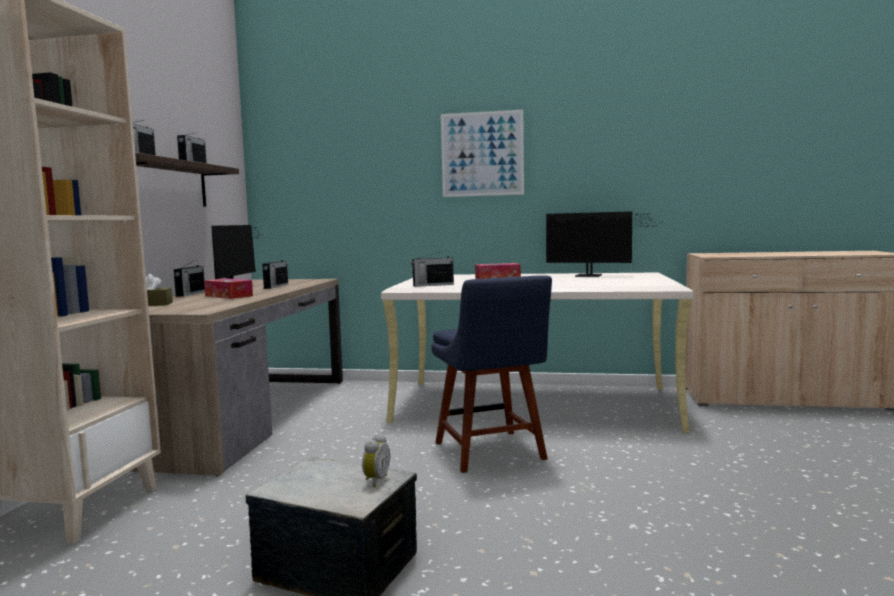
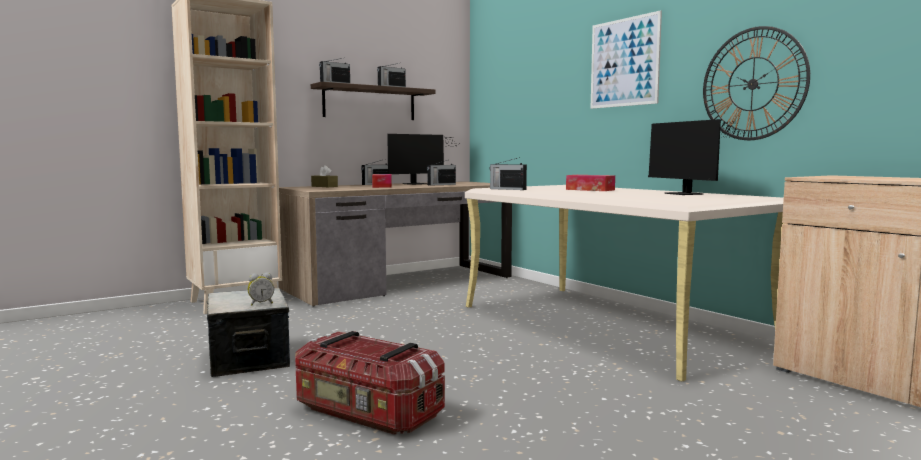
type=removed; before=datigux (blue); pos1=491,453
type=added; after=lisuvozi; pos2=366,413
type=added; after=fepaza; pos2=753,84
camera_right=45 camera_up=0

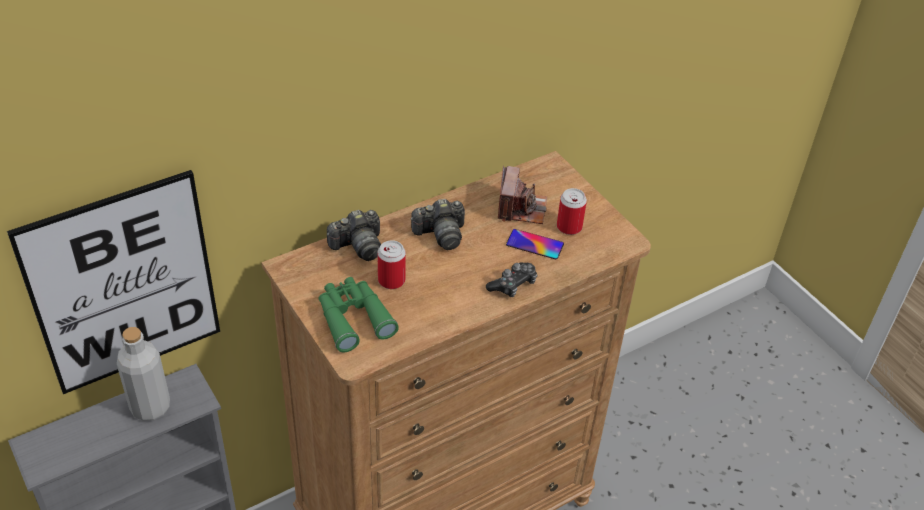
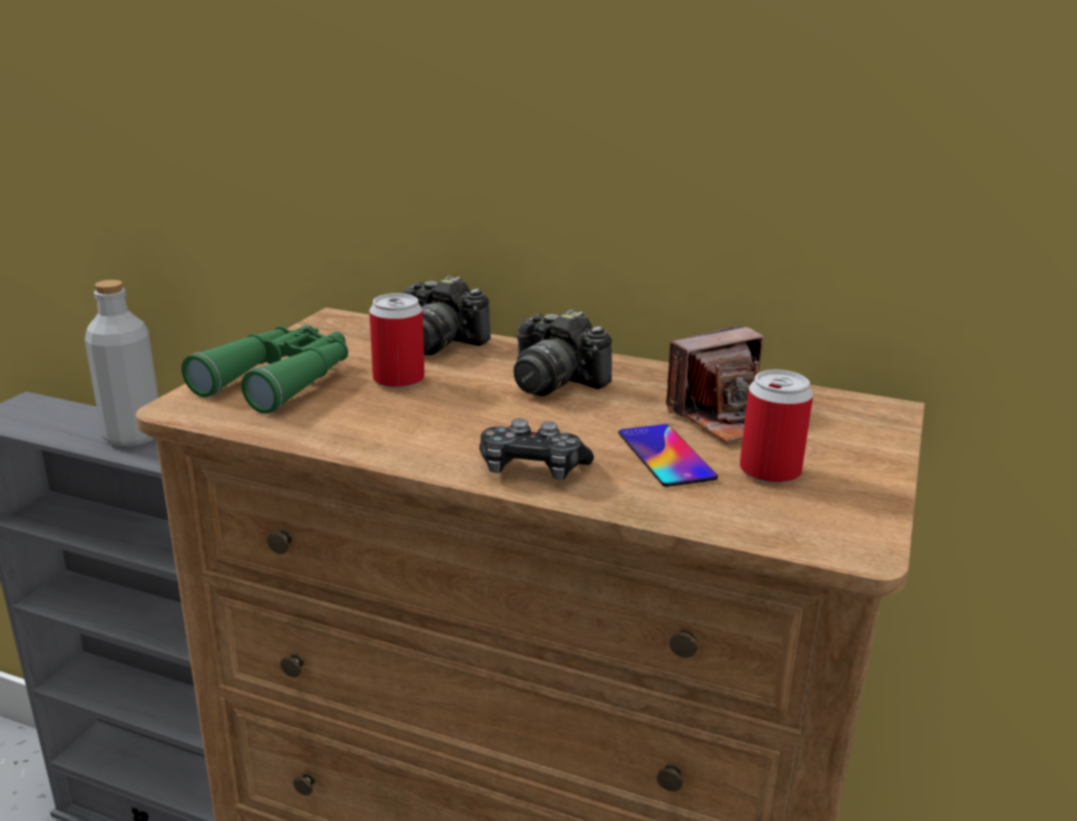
type=removed; before=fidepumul; pos1=123,285
camera_right=55 camera_up=-20

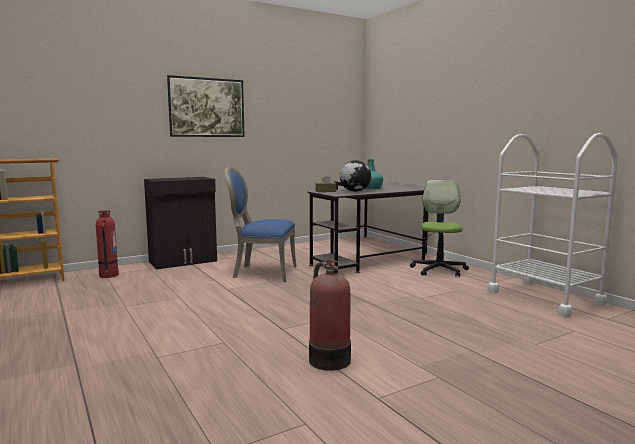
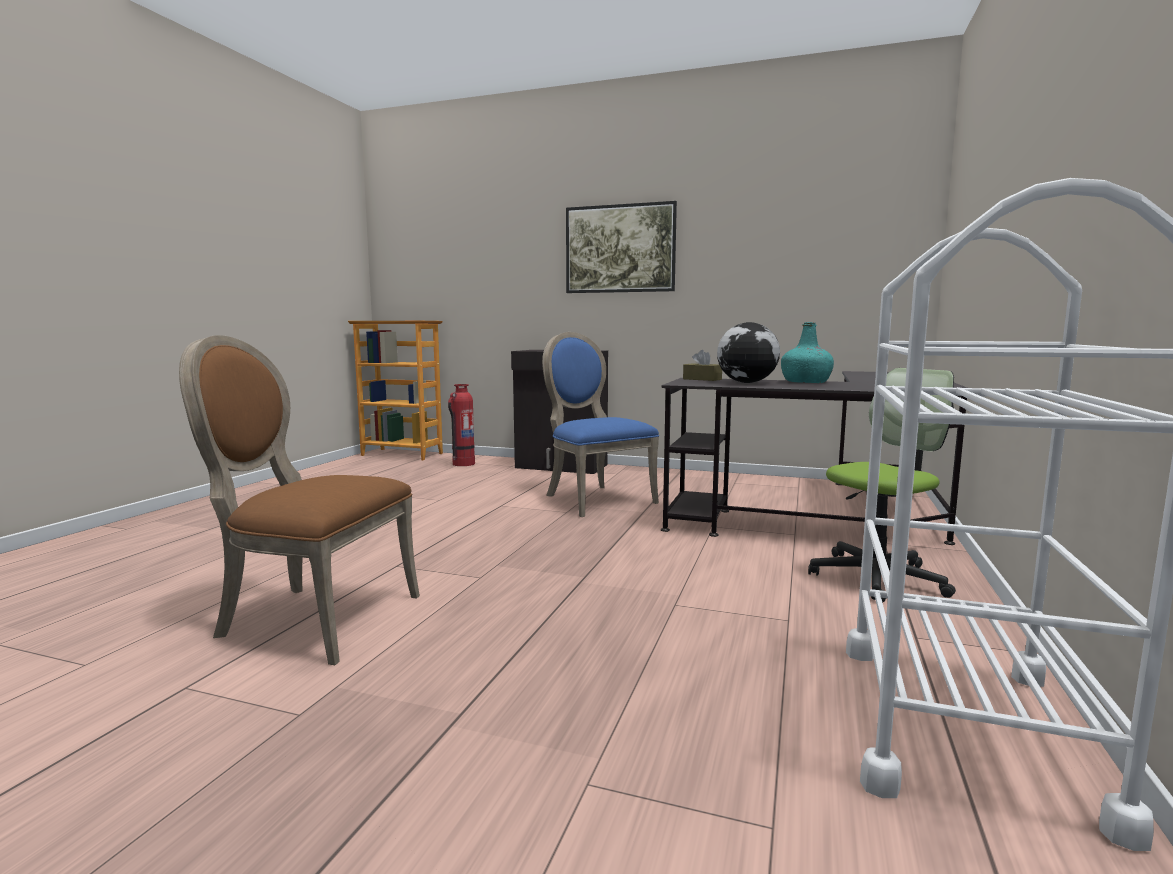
type=replaced; before=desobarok; after=datigux (brown); pos1=328,359; pos2=311,618
camera_right=50 camera_up=0

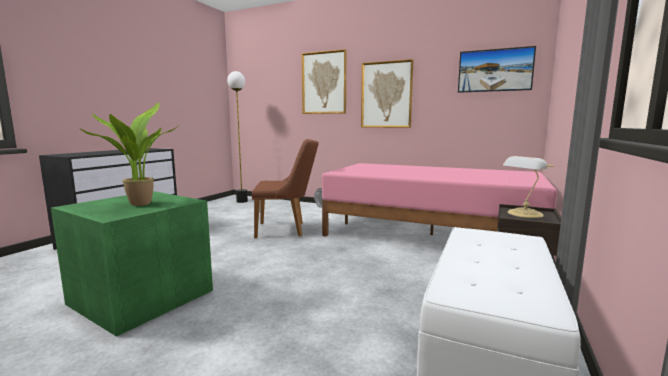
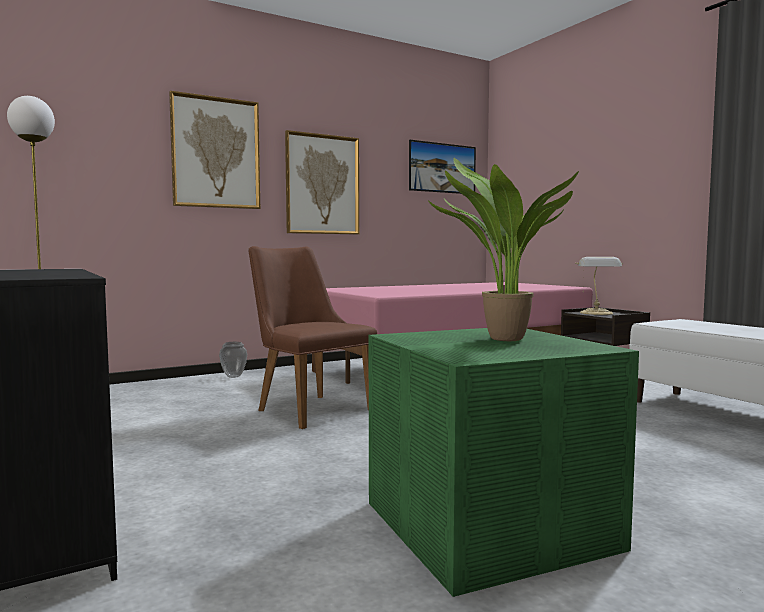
type=turned; before=datigux (brown); pos1=286,229; pos2=307,408; turn=-75
camera_right=-55 camera_up=-5

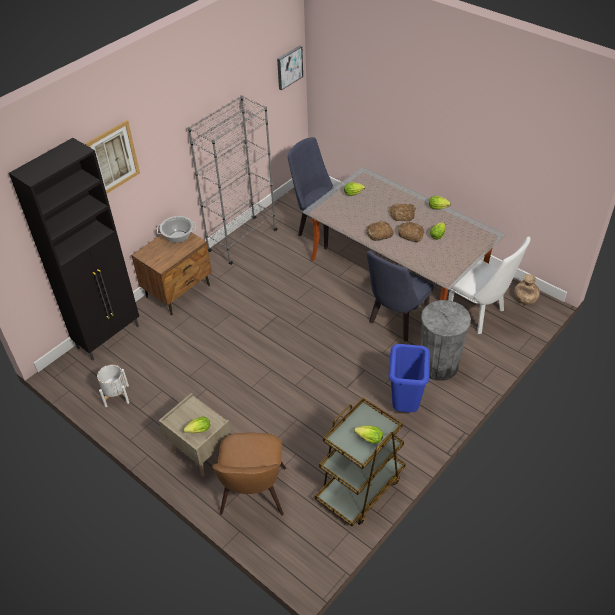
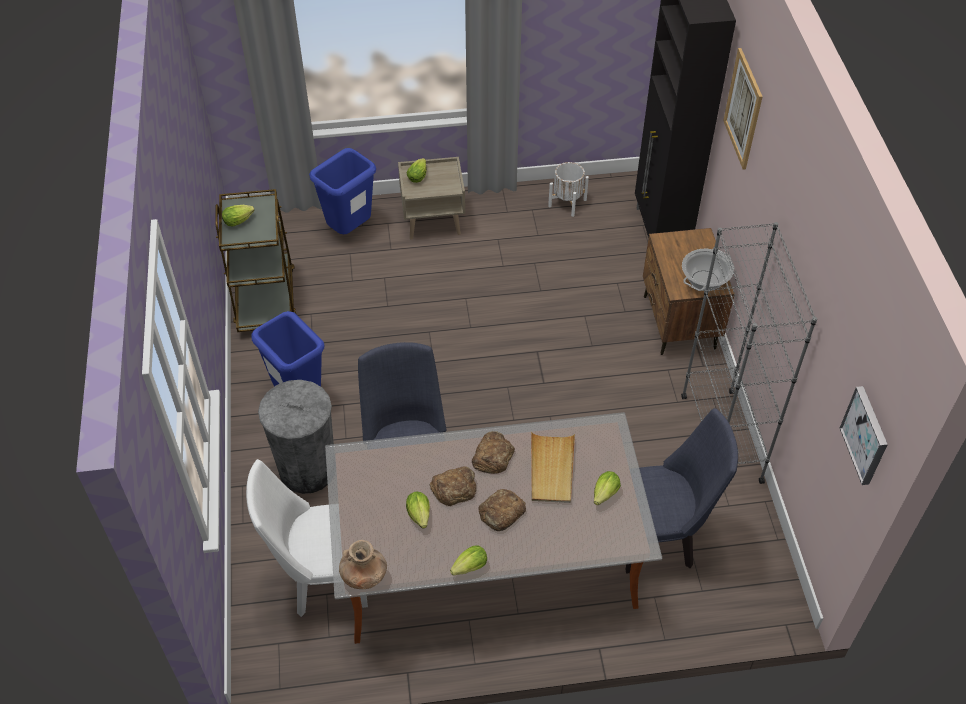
type=replaced; before=datigux (brown); after=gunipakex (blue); pos1=253,493; pos2=350,230
type=moved; before=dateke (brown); pos1=524,299; pos2=364,577
type=added; after=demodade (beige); pos2=551,469
camera_right=130 camera_up=5

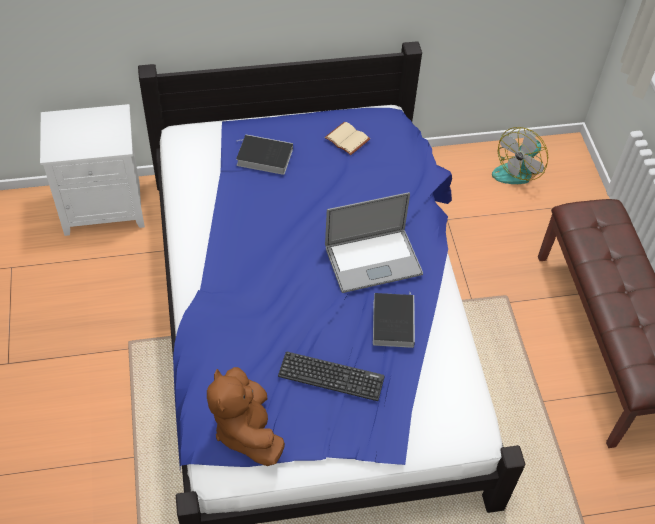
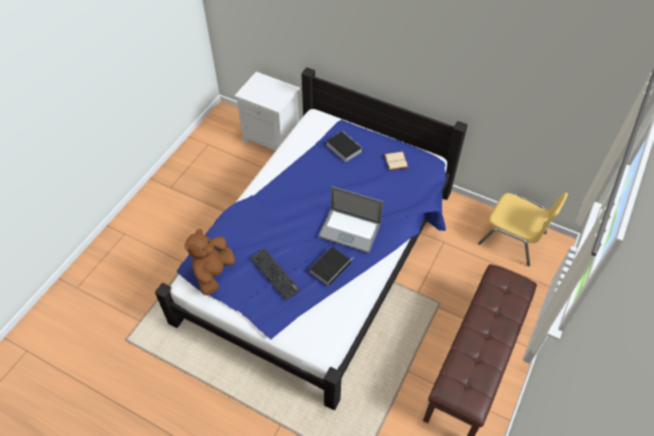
type=replaced; before=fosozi; after=datigux (yellow); pos1=518,169; pos2=513,238
camera_right=40 camera_up=0

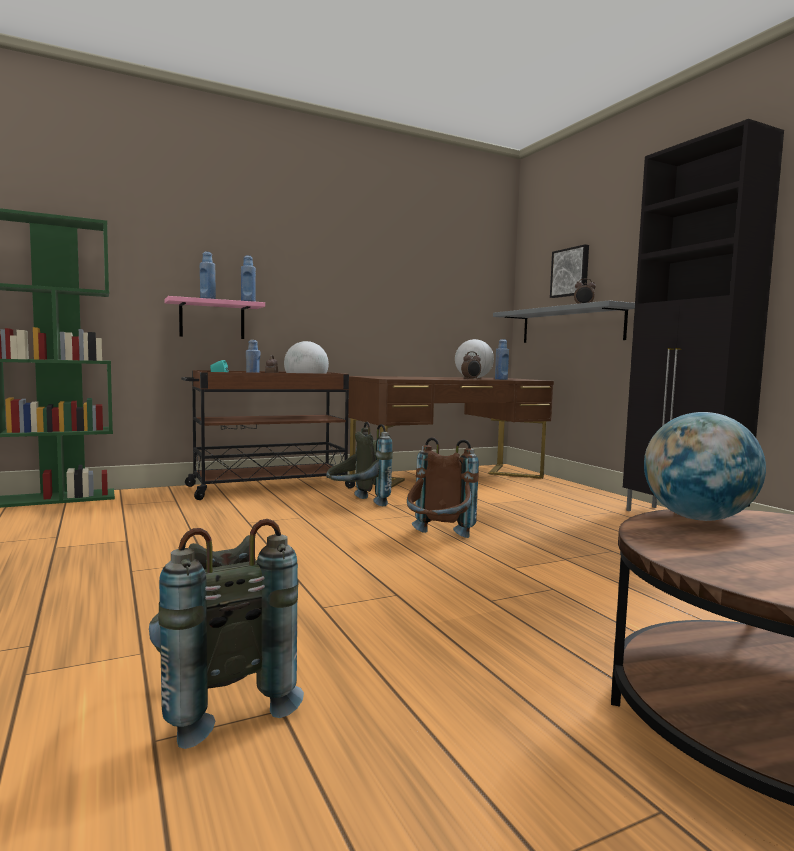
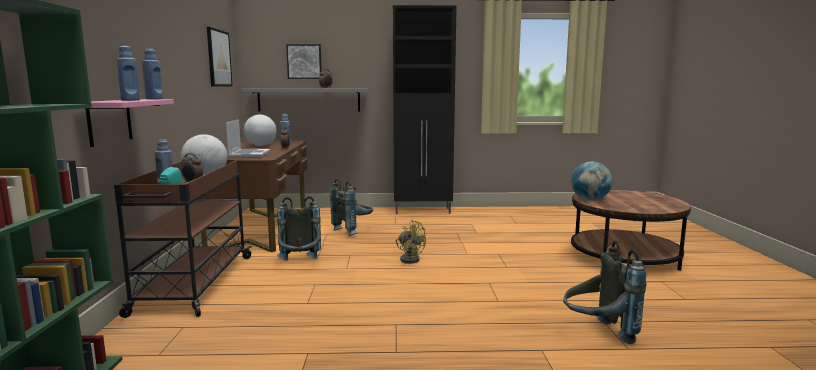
type=replaced; before=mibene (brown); after=fosozi (yellow); pos1=438,540; pos2=409,259
type=added; after=fidepumul; pos2=218,58
type=added; after=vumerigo; pos2=249,154
type=added; after=mibene (grey); pos2=353,230
camera_right=-65 camera_up=5

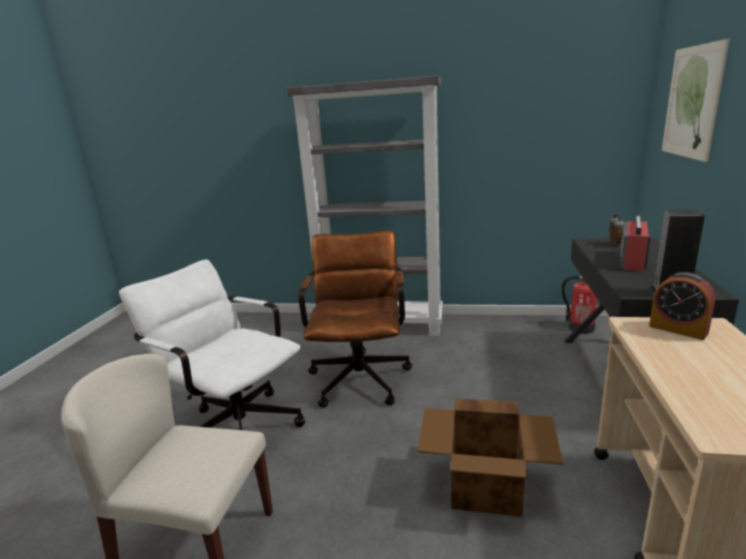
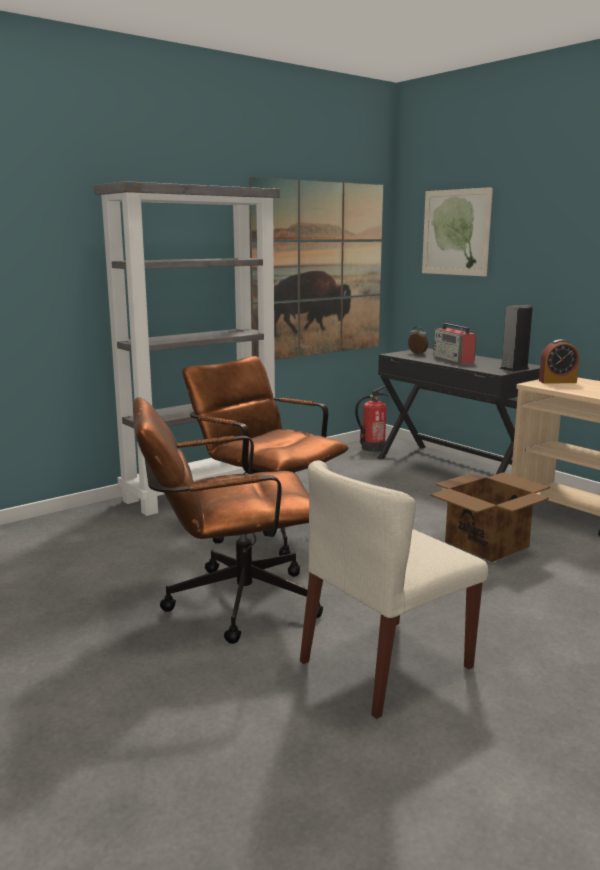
type=recoloured; before=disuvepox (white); after=disuvepox (brown); pos1=234,425; pos2=229,603
type=added; after=fidepumul; pos2=319,270
camera_right=-50 camera_up=-5

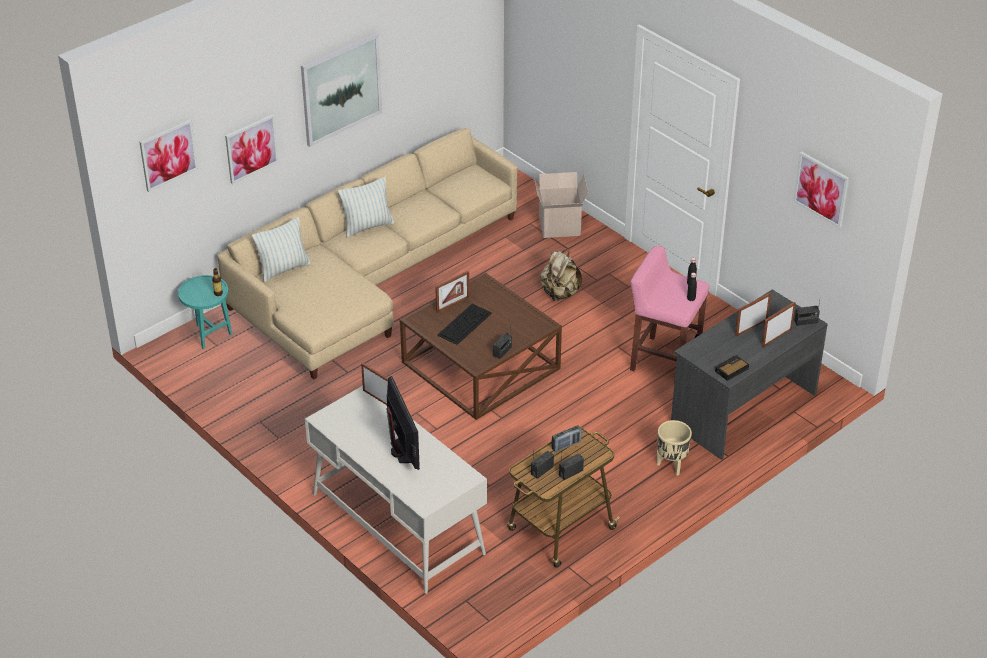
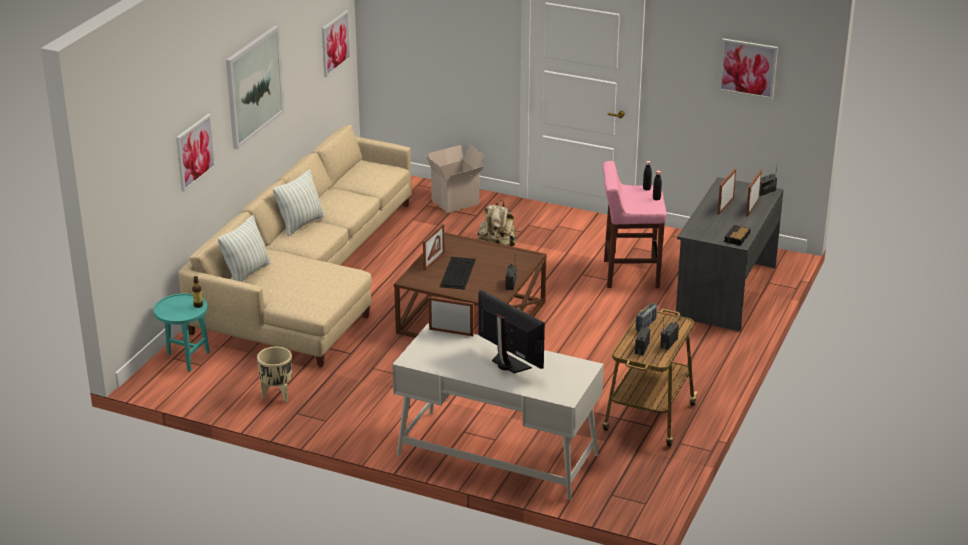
type=moved; before=fidepumul; pos1=168,155; pos2=335,43
type=moved; before=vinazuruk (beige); pos1=671,466; pos2=277,396
camera_right=-25 camera_up=-10

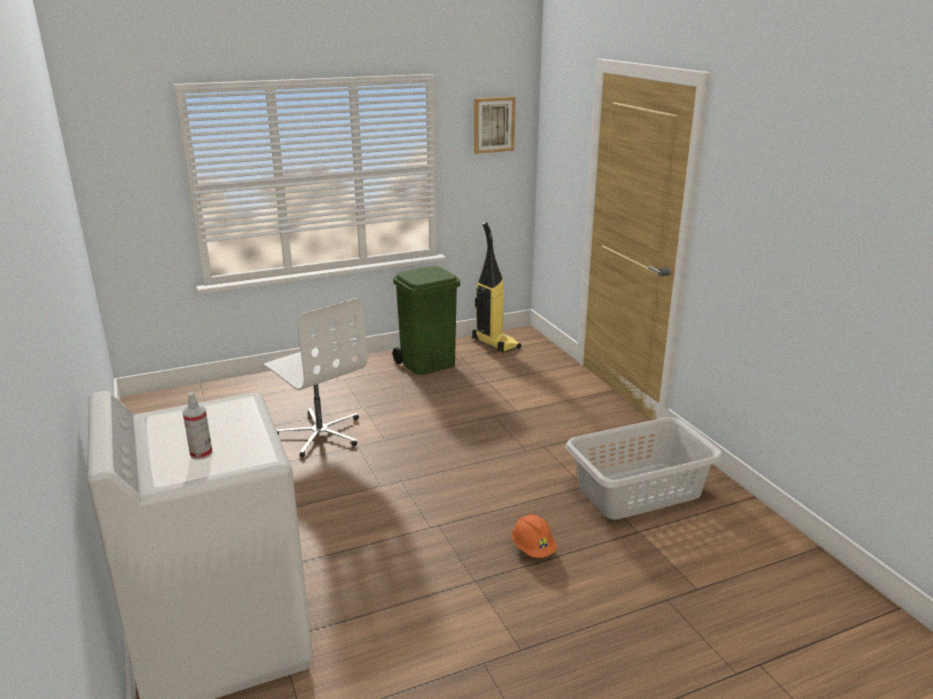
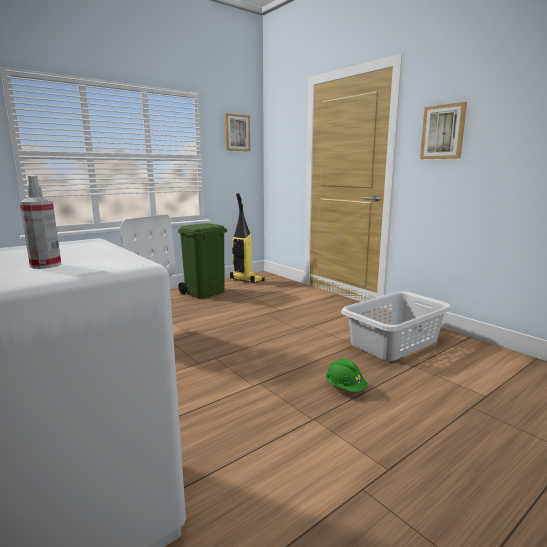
type=recoloured; before=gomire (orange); after=gomire (green); pos1=533,548; pos2=345,388
type=added; after=fidepumul; pos2=443,132
camera_right=-15 camera_up=-10

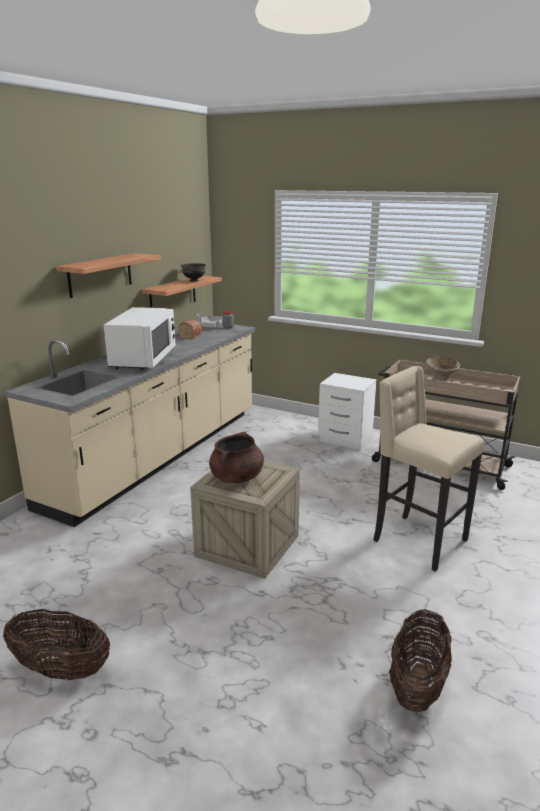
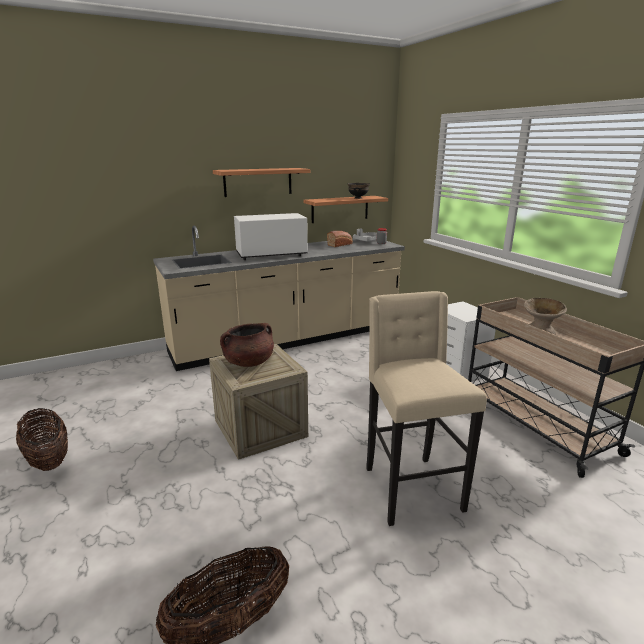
type=turned; before=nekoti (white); pos1=143,359; pos2=271,255; turn=-150
camera_right=35 camera_up=0

